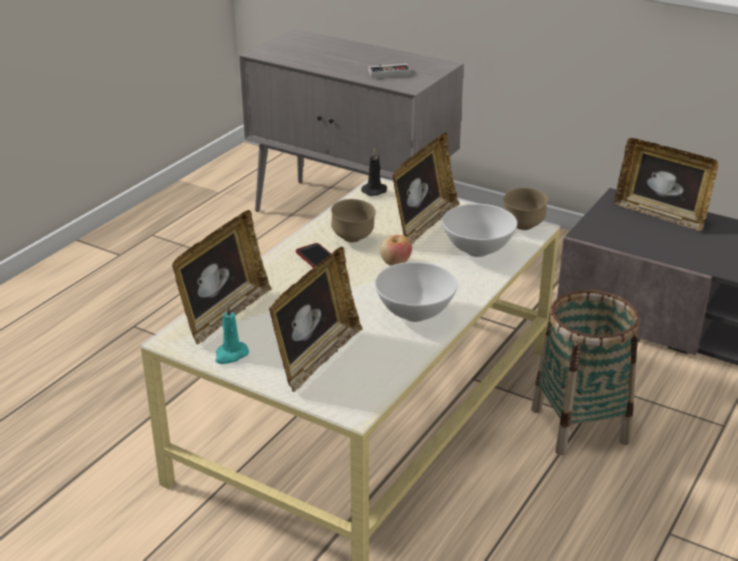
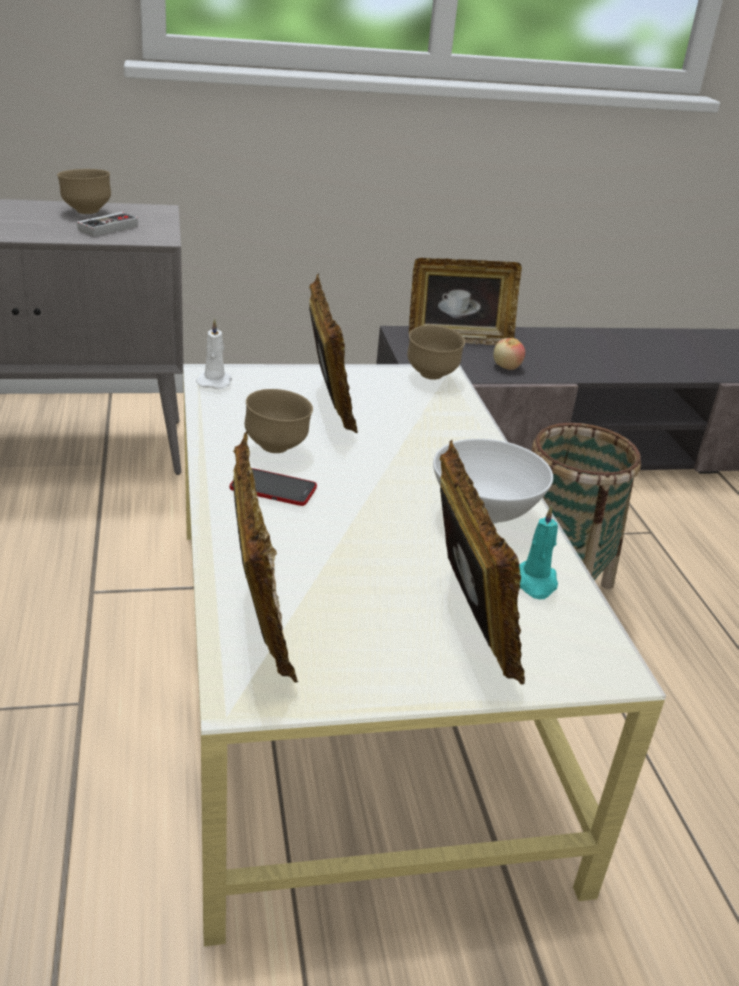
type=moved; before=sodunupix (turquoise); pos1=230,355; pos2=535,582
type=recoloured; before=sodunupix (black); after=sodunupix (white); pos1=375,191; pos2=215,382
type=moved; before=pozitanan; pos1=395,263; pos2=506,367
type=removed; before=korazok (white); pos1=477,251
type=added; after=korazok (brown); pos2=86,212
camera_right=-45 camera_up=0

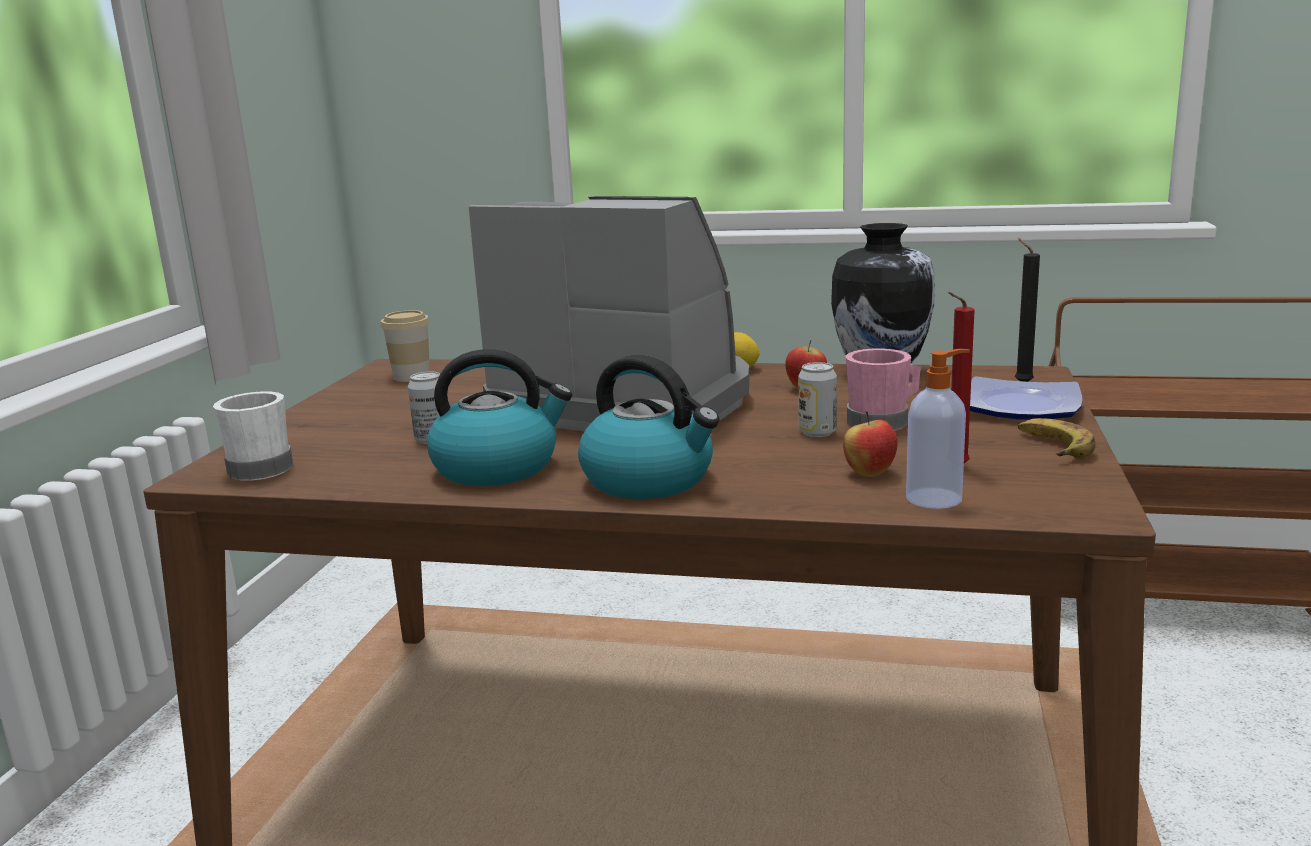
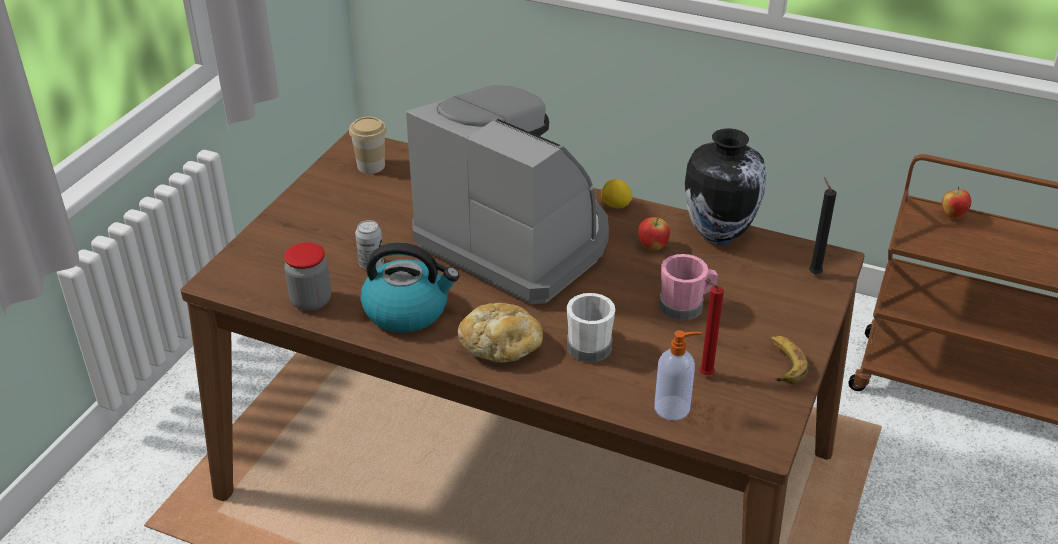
type=moved; before=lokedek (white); pos1=260,467; pos2=587,344
type=replaced; before=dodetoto; after=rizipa; pos1=650,480; pos2=501,347
type=removed; before=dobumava; pos1=817,432
type=moved; before=pozitanan; pos1=869,473; pos2=952,215
type=removed; before=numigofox; pos1=1018,407
type=added; after=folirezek; pos2=311,301
camera_right=10 camera_up=20

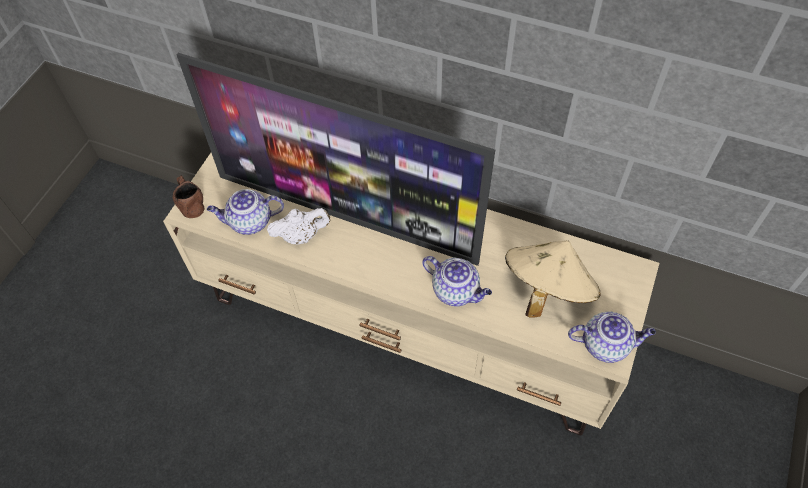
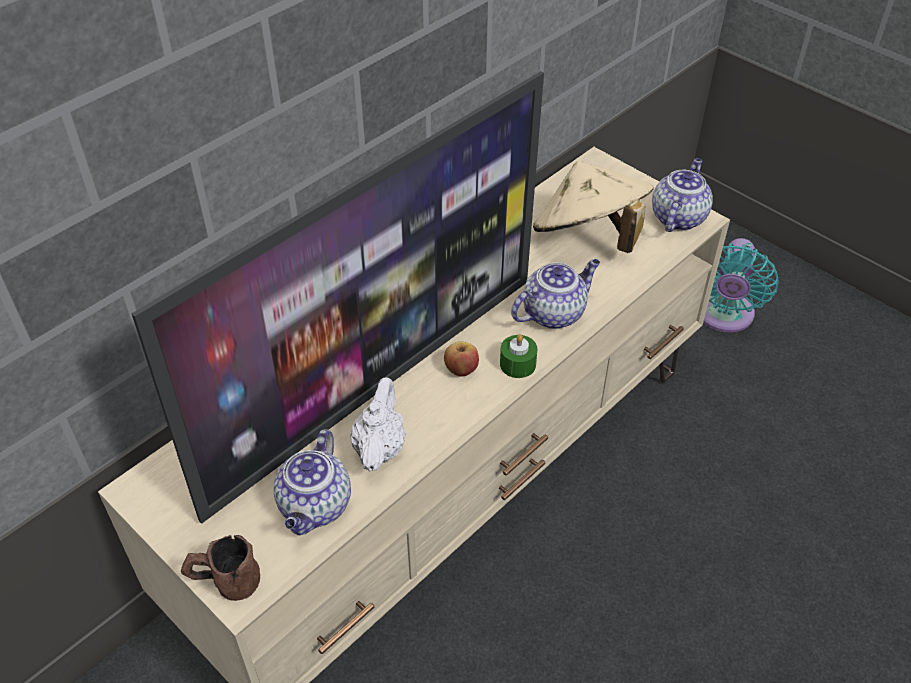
type=added; after=pozitanan; pos2=461,369
type=added; after=sodunupix (green); pos2=517,364
type=added; after=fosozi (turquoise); pos2=723,316
camera_right=-70 camera_up=-10

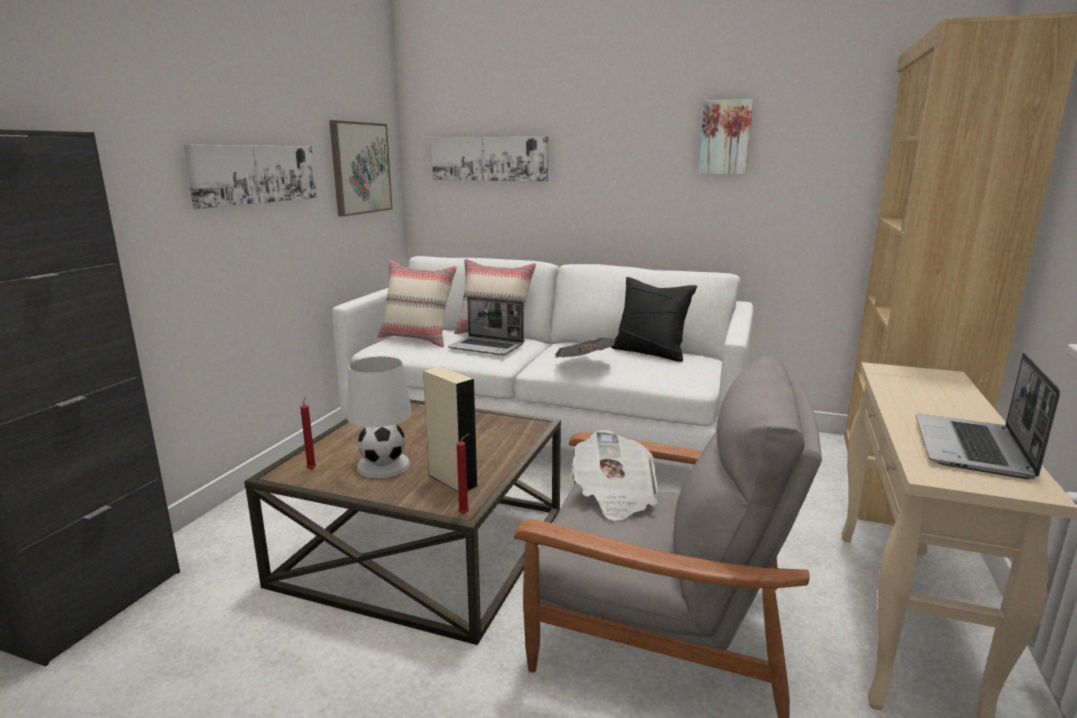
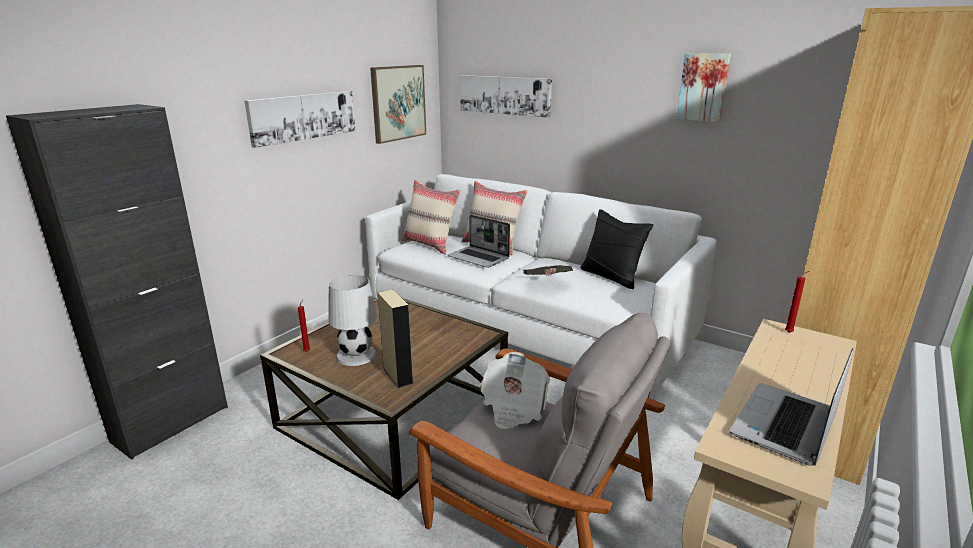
type=moved; before=sodunupix (red); pos1=465,514; pos2=790,332
camera_right=15 camera_up=5

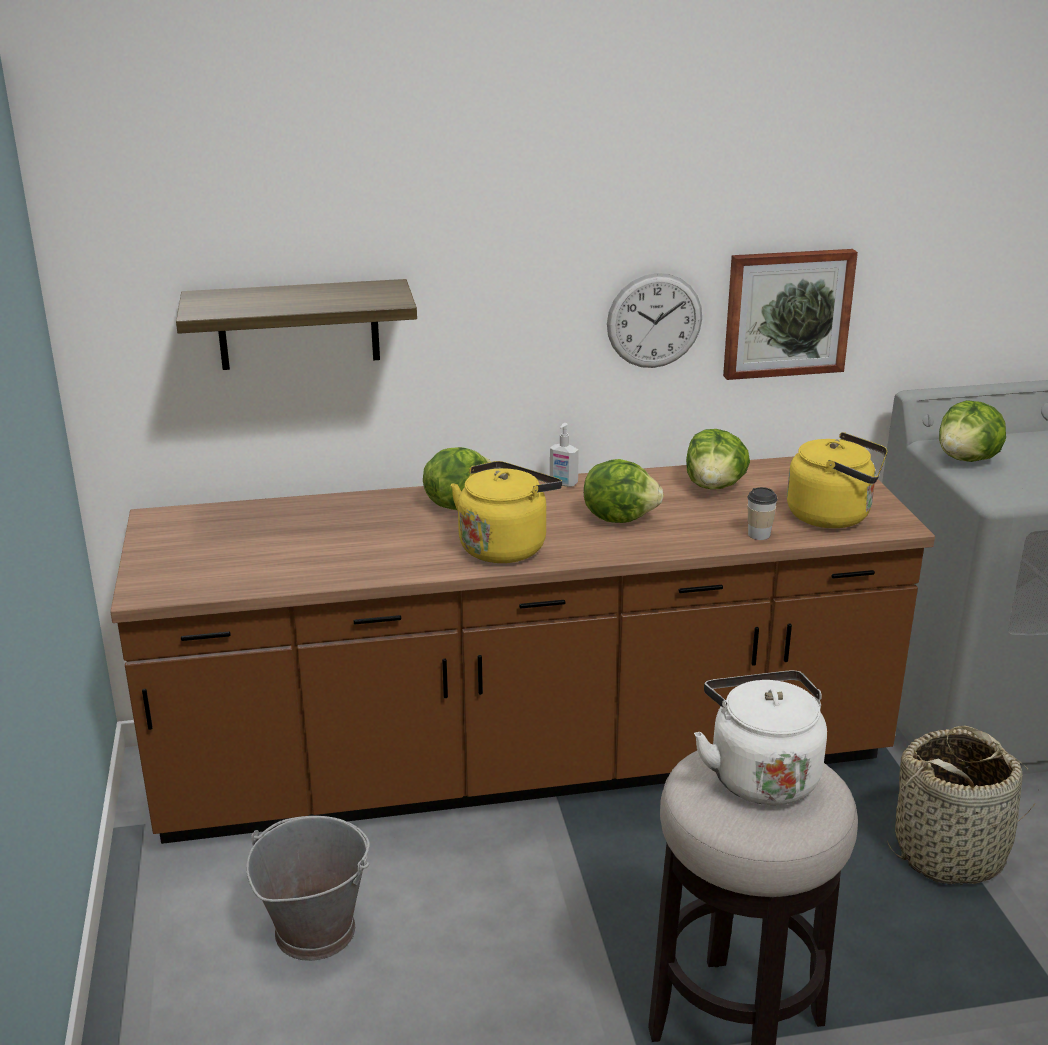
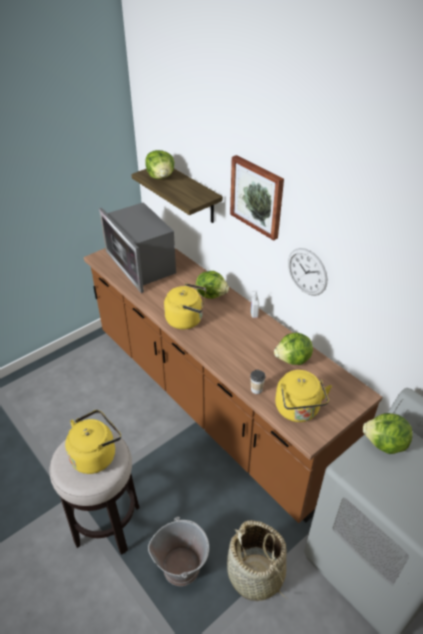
type=moved; before=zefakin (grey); pos1=314,930; pos2=181,566
type=moved; before=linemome; pos1=619,517; pos2=161,177
type=recoloured; before=dodetoto (white); after=dodetoto (yellow); pos1=760,775; pos2=96,455
type=moved; before=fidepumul; pos1=787,313; pos2=257,196
type=added; after=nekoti; pos2=141,264
camera_right=60 camera_up=15

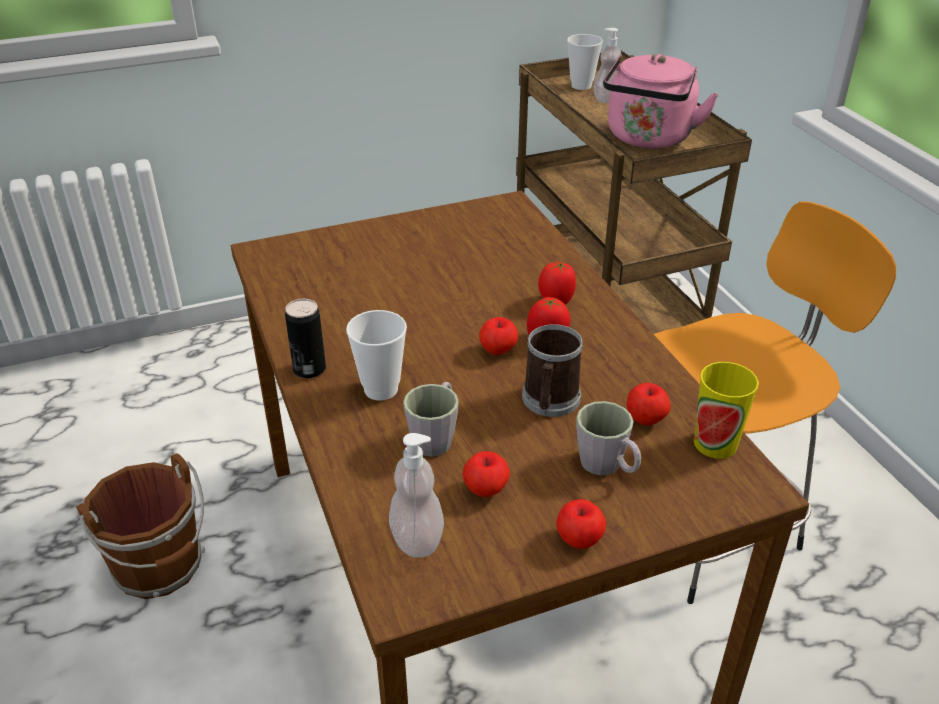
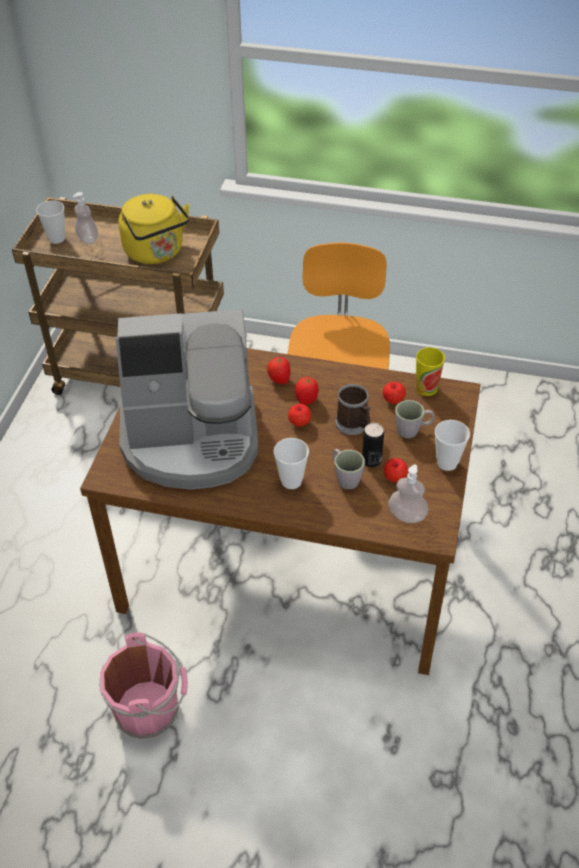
type=recoloured; before=zefakin (brown); after=zefakin (pink); pos1=161,567; pos2=150,709
type=moved; before=dobumava; pos1=309,369; pos2=371,460
type=replaced; before=pozitanan; after=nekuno; pos1=579,539; pos2=447,463
type=recoloured; before=dodetoto (pink); after=dodetoto (yellow); pos1=648,139; pos2=156,253
type=added; after=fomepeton; pos2=192,439
camera_right=-55 camera_up=10

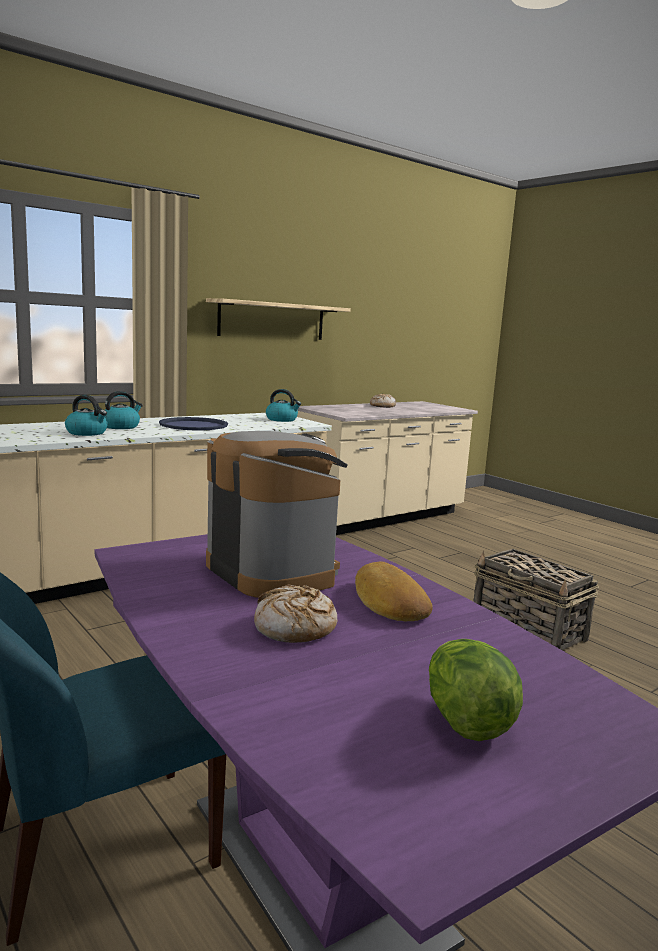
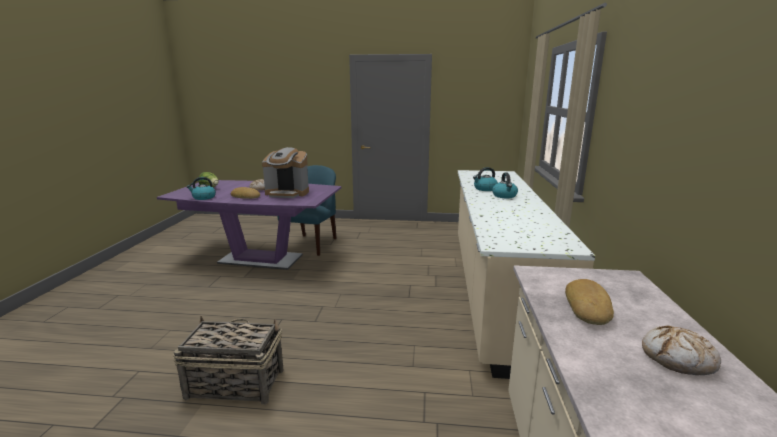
type=removed; before=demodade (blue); pos1=194,425
type=removed; before=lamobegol; pos1=272,320
type=moved; before=dodetoto; pos1=282,419; pos2=203,197
type=added; after=rizipa; pos2=589,307
camera_right=135 camera_up=5

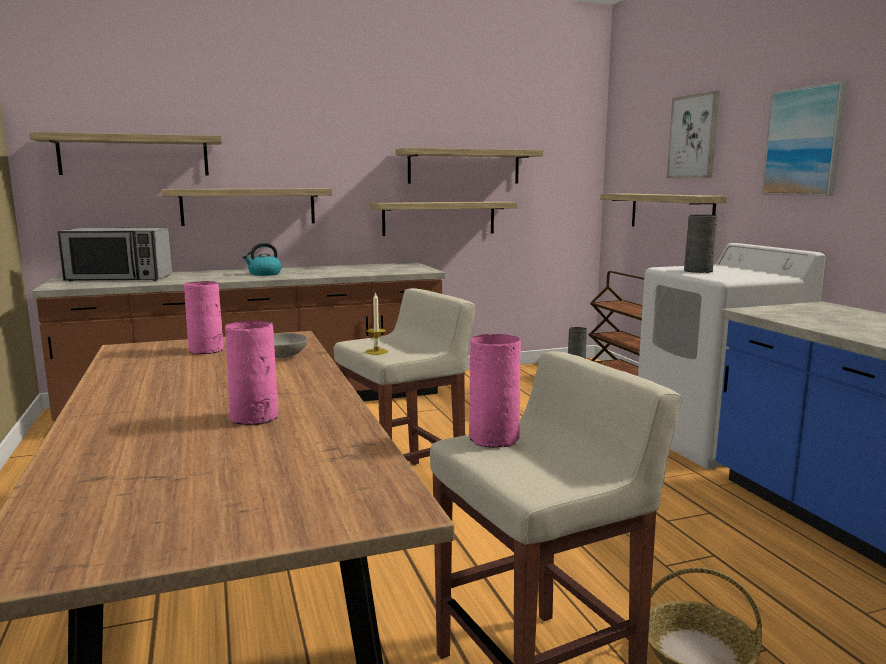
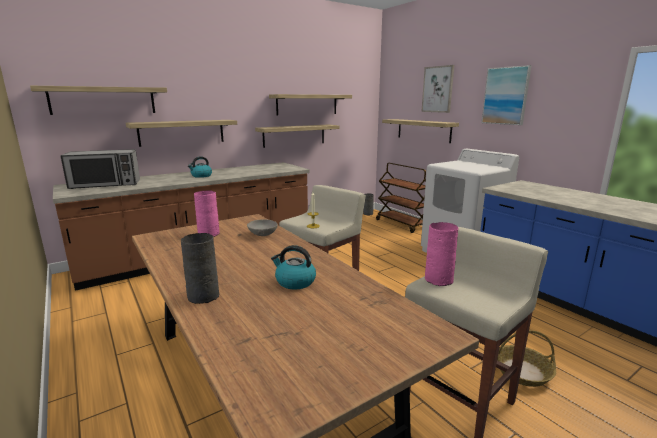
type=replaced; before=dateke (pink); after=dodetoto; pos1=254,418; pos2=294,282
type=moved; before=dateke (grey); pos1=697,271; pos2=203,296
camera_right=-15 camera_up=5

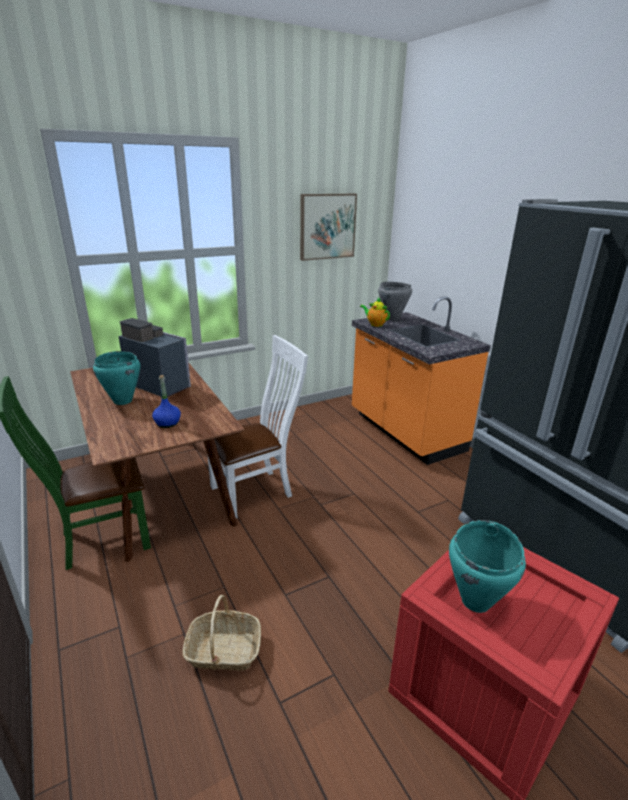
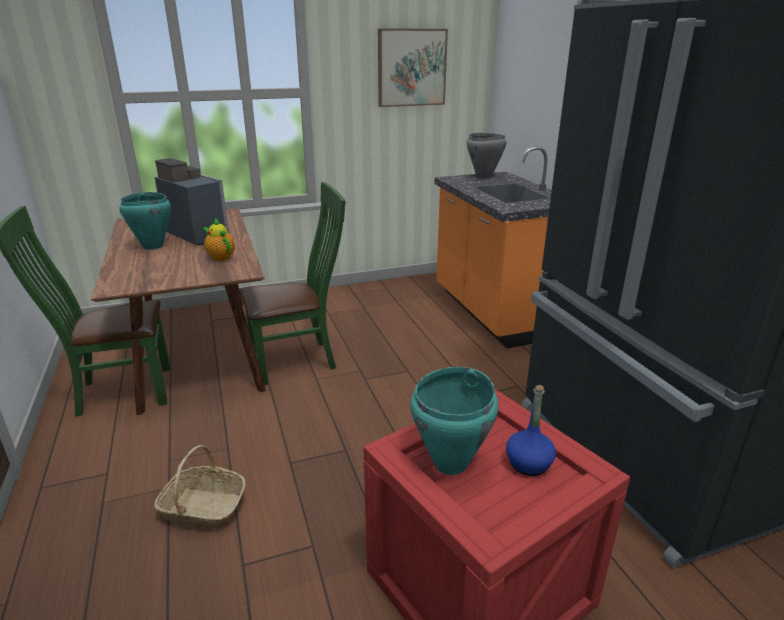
type=moved; before=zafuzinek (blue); pos1=167,423; pos2=528,464
type=recoloured; before=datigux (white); after=datigux (green); pos1=256,491; pos2=299,360
type=moved; before=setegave; pos1=375,324; pos2=220,257
camera_right=10 camera_up=0

